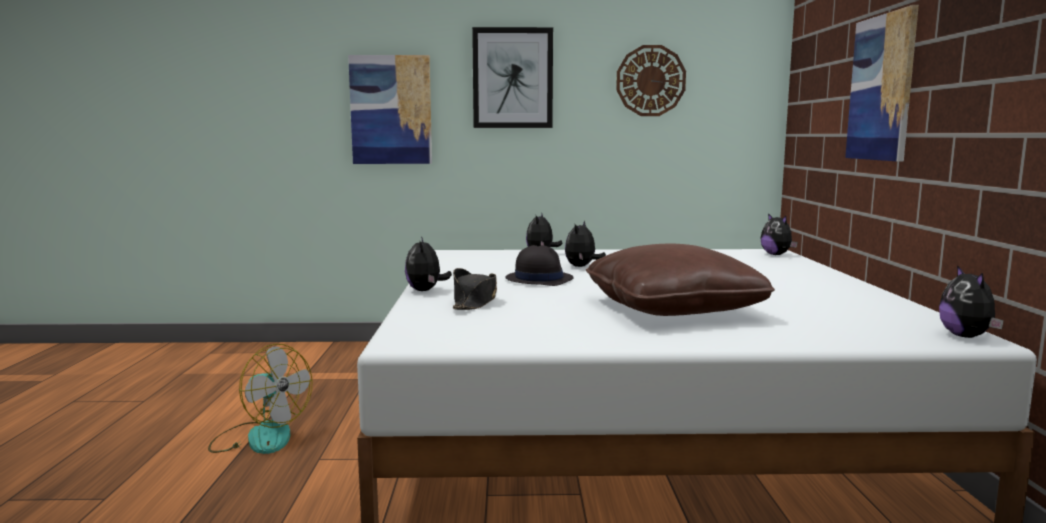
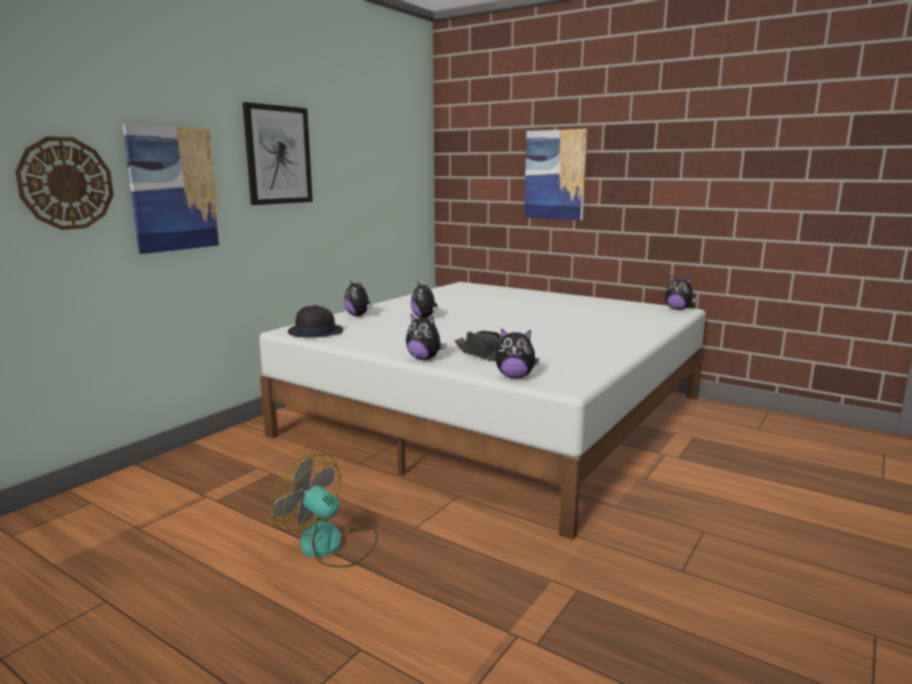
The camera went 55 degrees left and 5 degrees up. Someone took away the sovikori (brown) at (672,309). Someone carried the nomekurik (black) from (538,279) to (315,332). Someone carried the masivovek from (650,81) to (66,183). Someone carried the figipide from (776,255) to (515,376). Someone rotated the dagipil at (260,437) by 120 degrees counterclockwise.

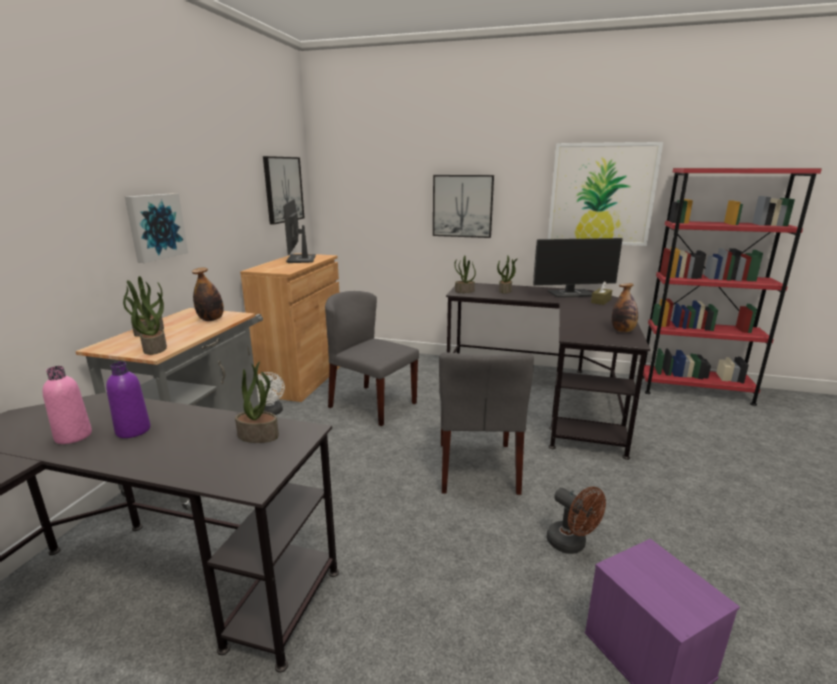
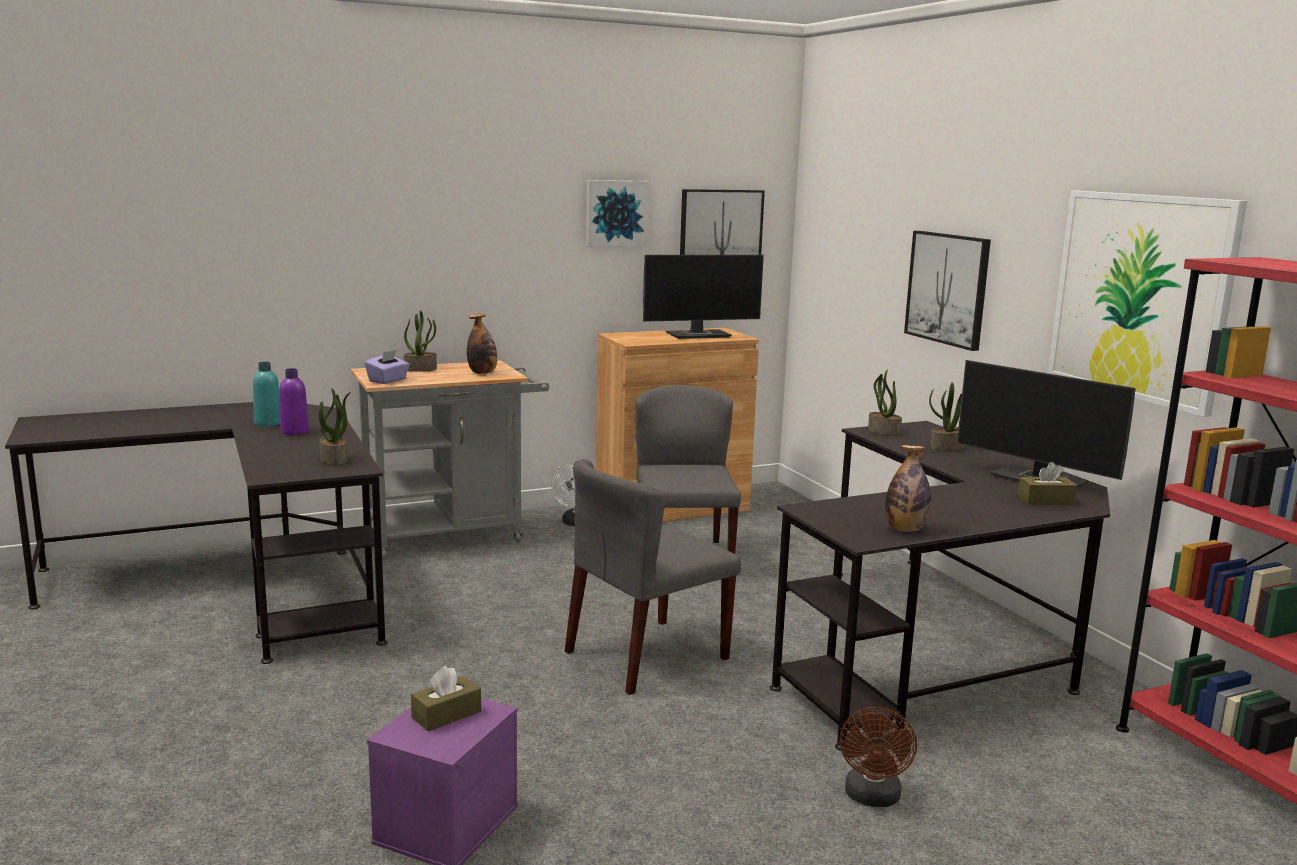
The camera went 50 degrees right and 5 degrees down. Someone put down the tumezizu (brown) at (446,715). Someone carried the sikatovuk from (155,226) to (616,213). Someone carried the dagipil (brown) from (571,544) to (872,798). Someone swapped the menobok at (154,348) for the tumezizu (purple) at (388,380). Someone repainted the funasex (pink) at (73,436), which became the funasex (turquoise) at (268,423). Someone rotated the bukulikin at (301,259) by 150 degrees counterclockwise.

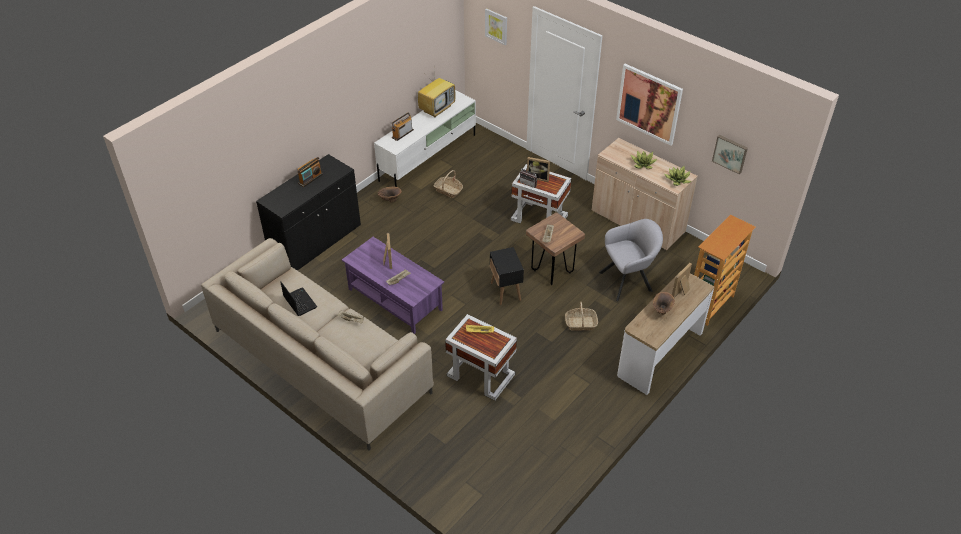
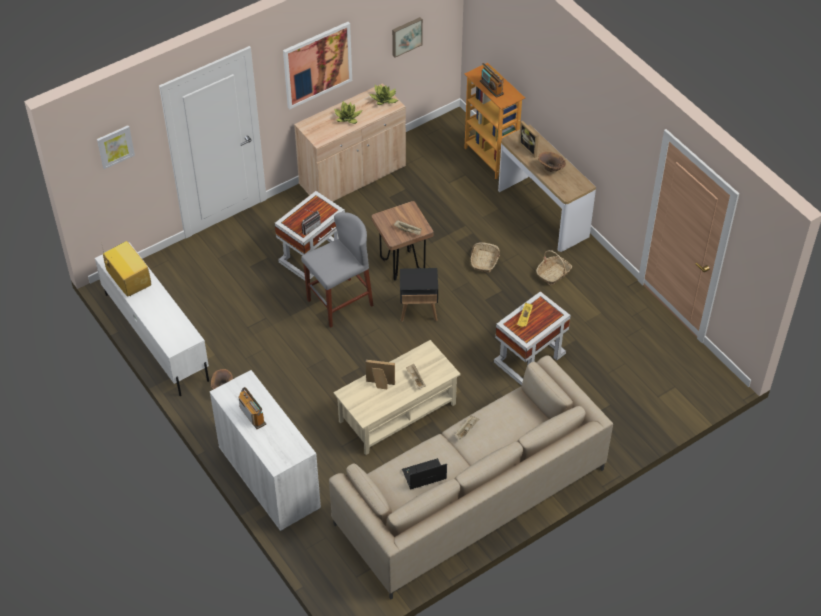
The camera went 75 degrees left and 5 degrees up. Someone took away the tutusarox at (538,177). Someone took away the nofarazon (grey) at (628,281). Someone put down the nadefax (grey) at (340,303). Someone carried the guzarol from (402,134) to (491,88). Someone carried the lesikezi from (448,190) to (553,274). Someone repainted the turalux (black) at (316,241), which became the turalux (white) at (269,478). Someone repainted the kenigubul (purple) at (394,299), which became the kenigubul (beige) at (397,413).

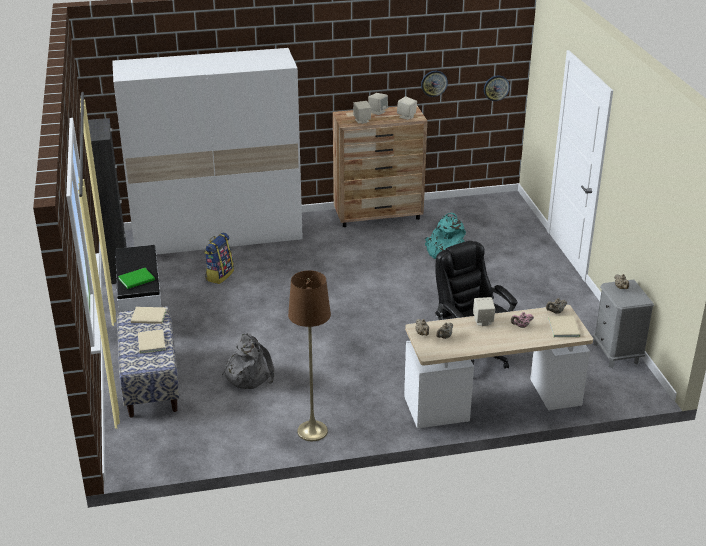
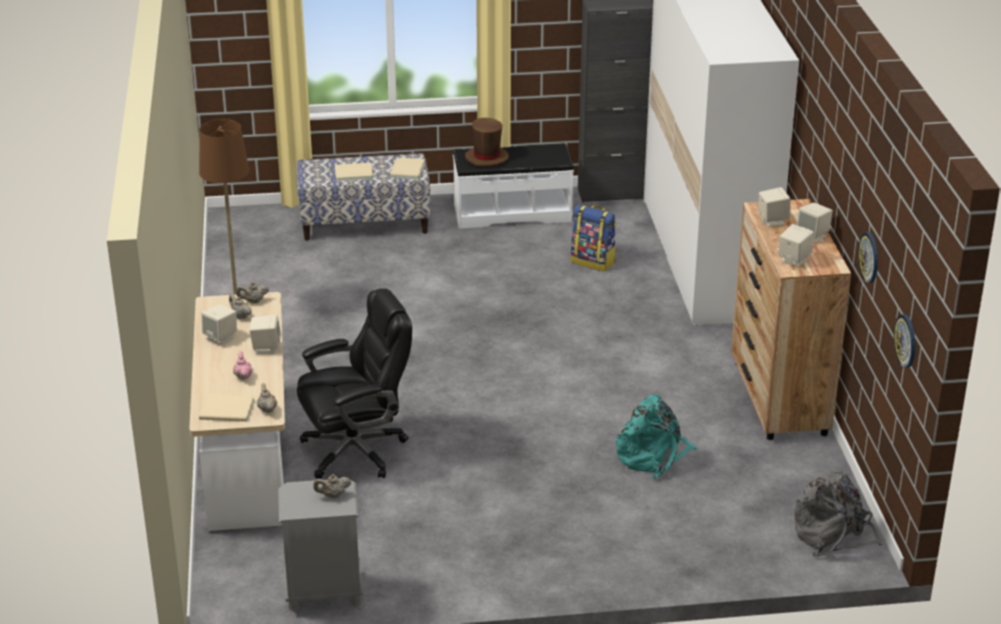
The camera went 95 degrees right and 0 degrees up. Someone put down the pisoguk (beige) at (221,337). Someone carried the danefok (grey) from (248,375) to (833,535). Someone swapped the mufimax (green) at (138,279) for the nomekurik (brown) at (486,158).

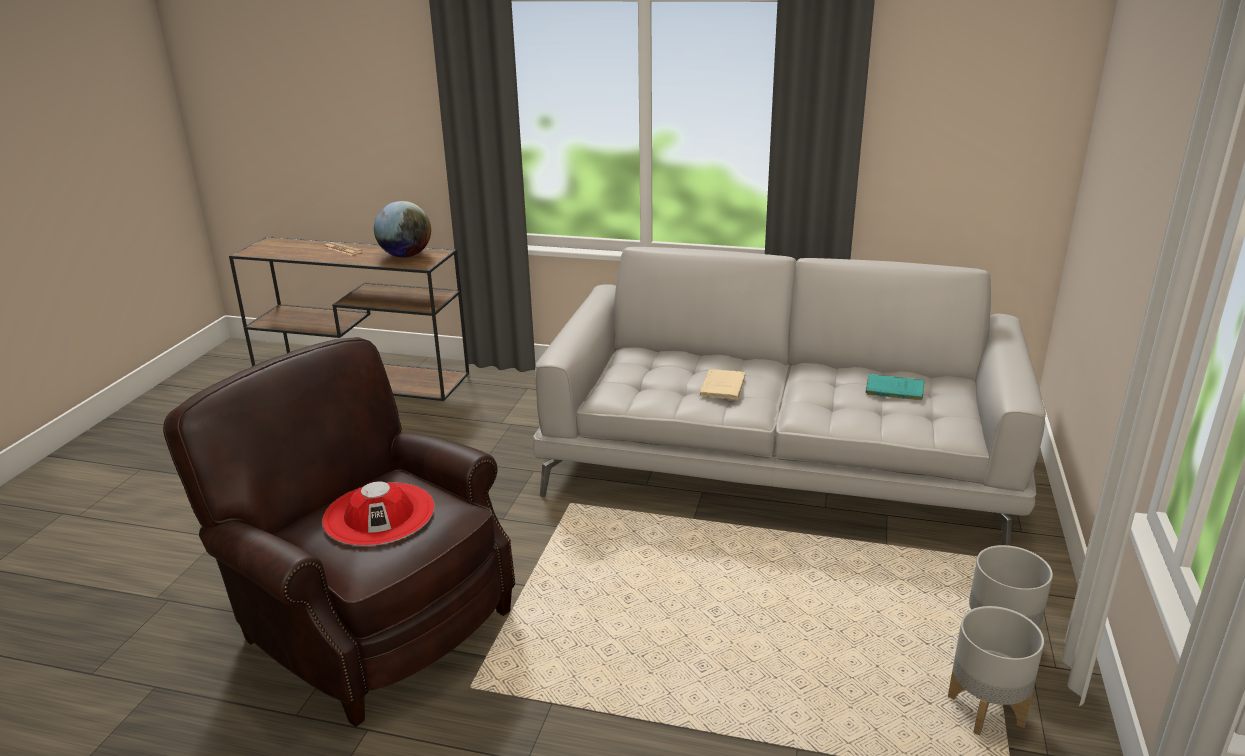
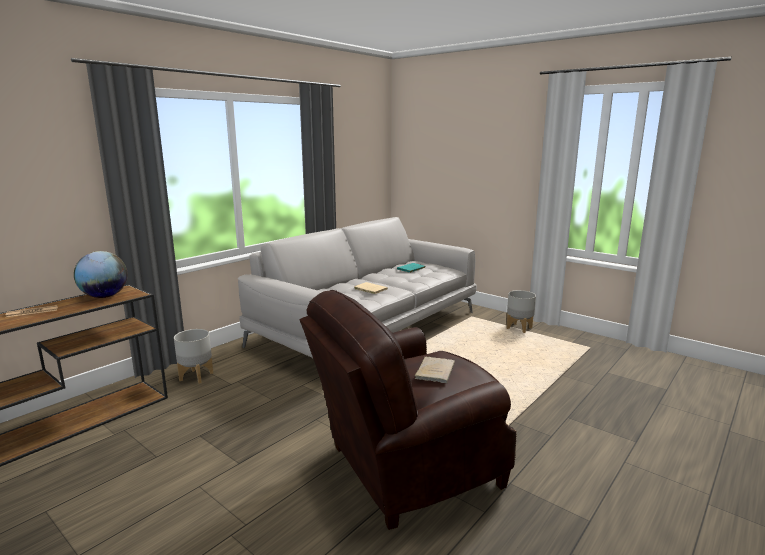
The camera went 65 degrees left and 10 degrees down. Someone carried the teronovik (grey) from (986,710) to (196,376). Someone swapped the nomekurik (red) at (379,514) for the mufimax (beige) at (435,371).

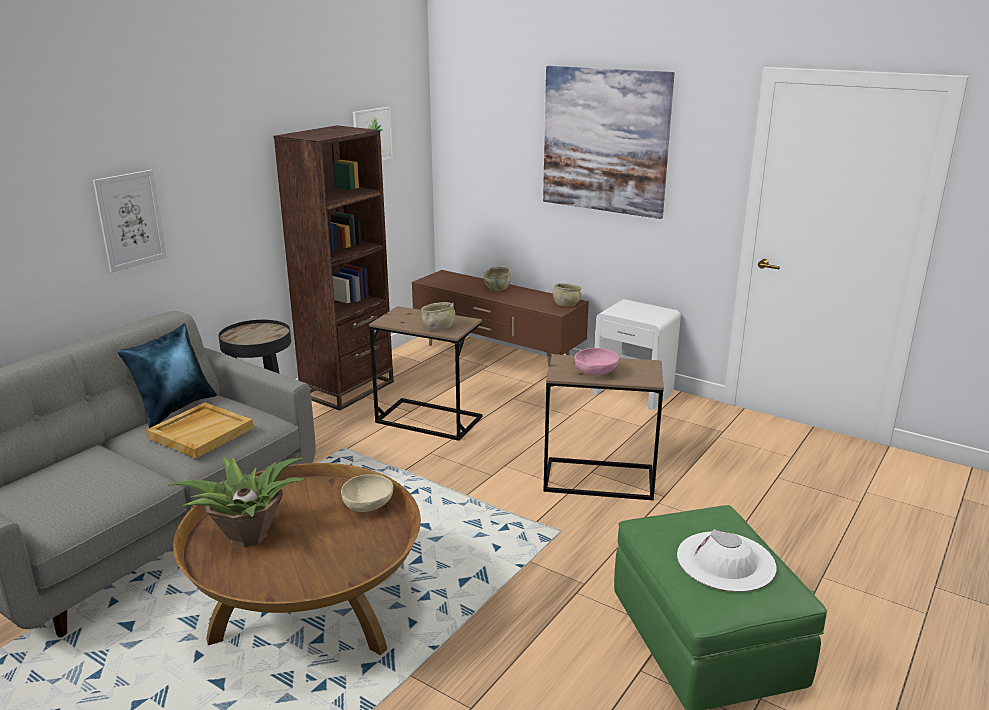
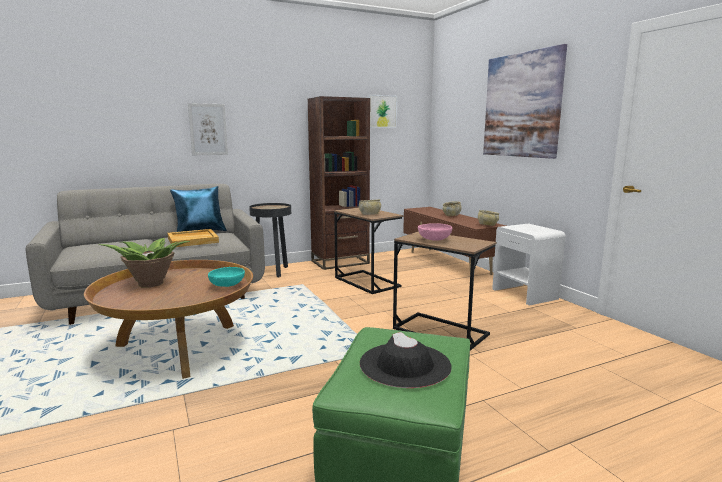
The camera went 30 degrees right and 10 degrees down. Someone repainted the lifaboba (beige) at (368,506), which became the lifaboba (turquoise) at (227,286). Someone repainted the nomekurik (white) at (725,561), which became the nomekurik (black) at (405,365).

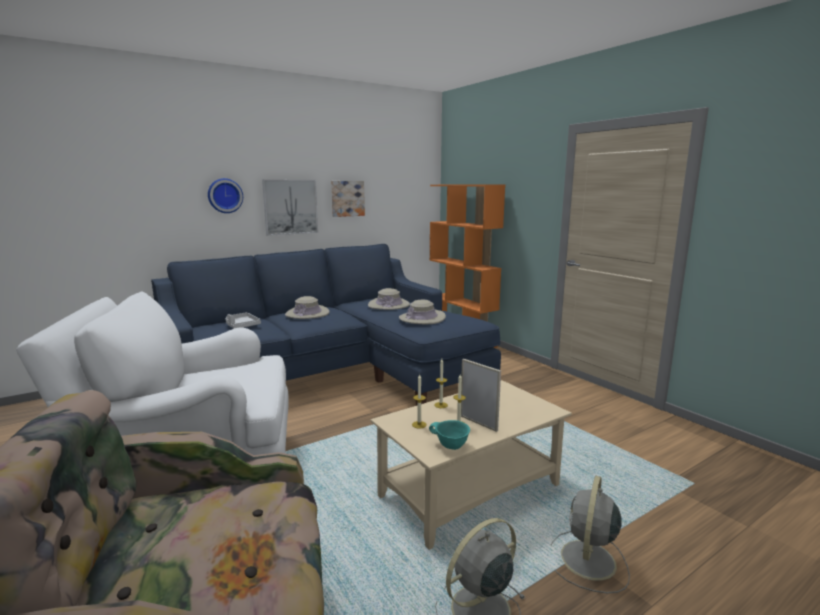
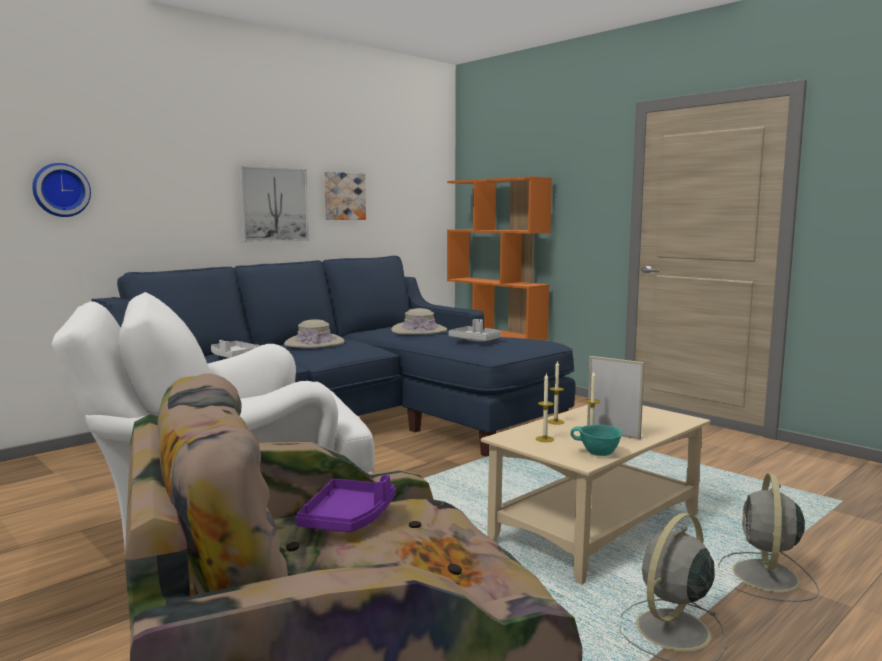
The camera went 10 degrees left and 5 degrees down. Someone put down the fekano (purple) at (349,518). Someone carried the masivovek from (225,195) to (60,190). Someone swapped the nomekurik (beige) at (422,318) for the fekano (grey) at (476,340).

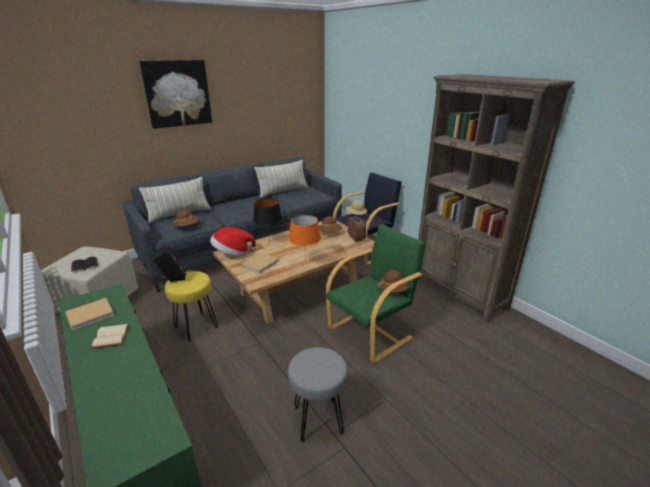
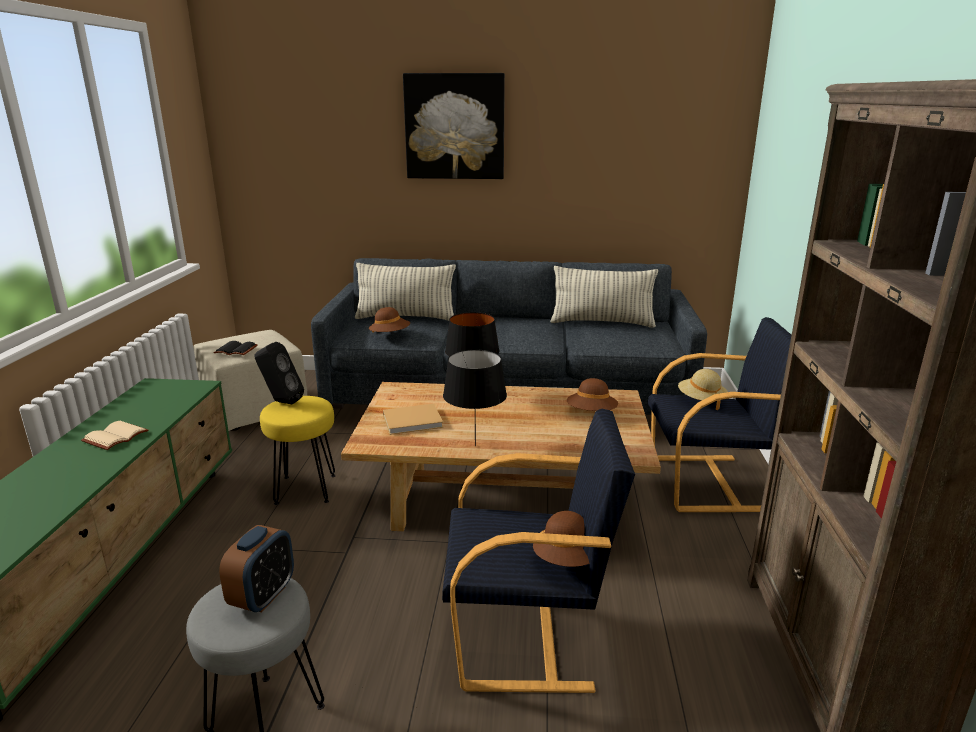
The camera went 40 degrees right and 5 degrees down. Someone took away the mufimax (beige) at (92,314). Someone took away the nomekurik at (232,254). Someone carried the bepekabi from (356,238) to (263,596). Someone repainted the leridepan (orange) at (305,263), which became the leridepan (black) at (475,446). Someone repainted the nofarazon (green) at (371,332), which became the nofarazon (black) at (528,635).

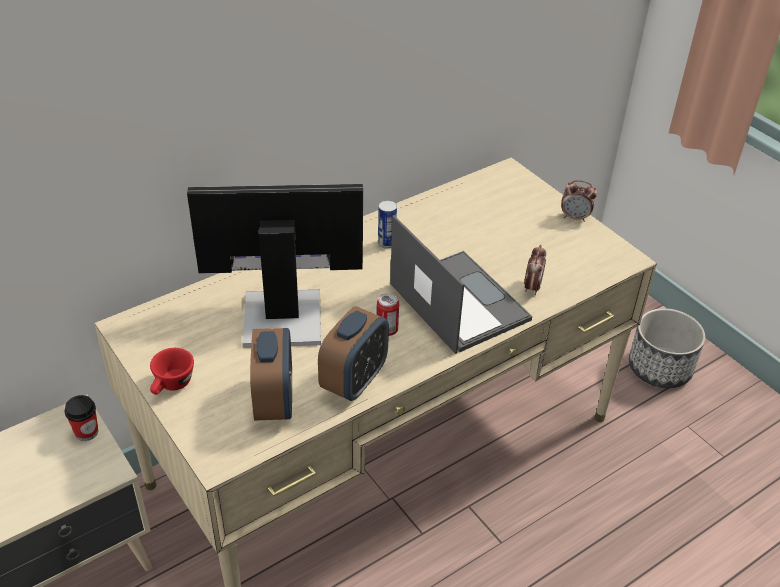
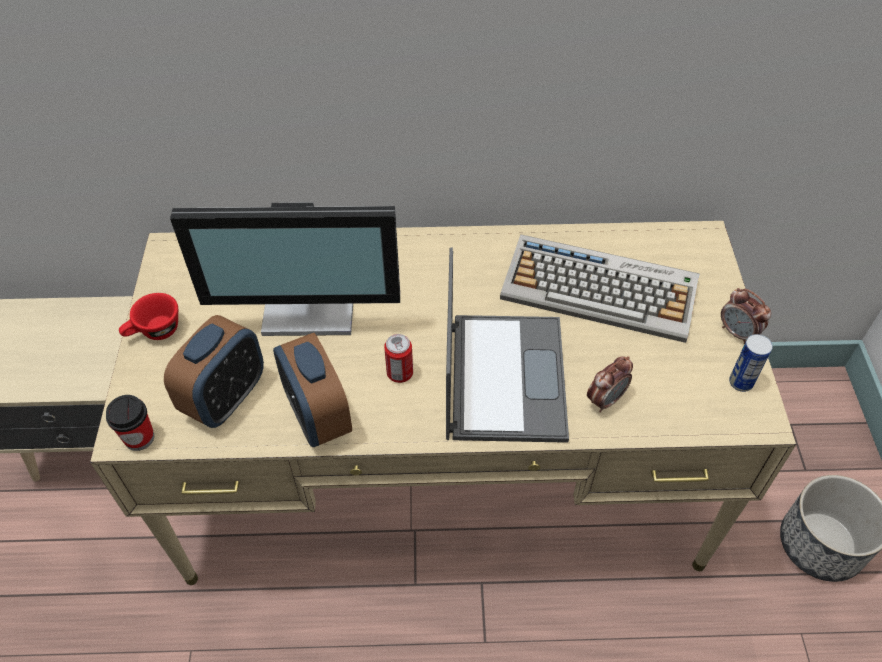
The camera went 35 degrees right and 10 degrees up. Someone put down the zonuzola at (601,289). Someone carried the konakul from (86,432) to (139,438). Someone carried the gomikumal from (386,243) to (741,382). Someone rotated the bukulikin at (281,316) by 150 degrees clockwise. Someone rotated the bepekabi at (354,381) by 90 degrees clockwise.

